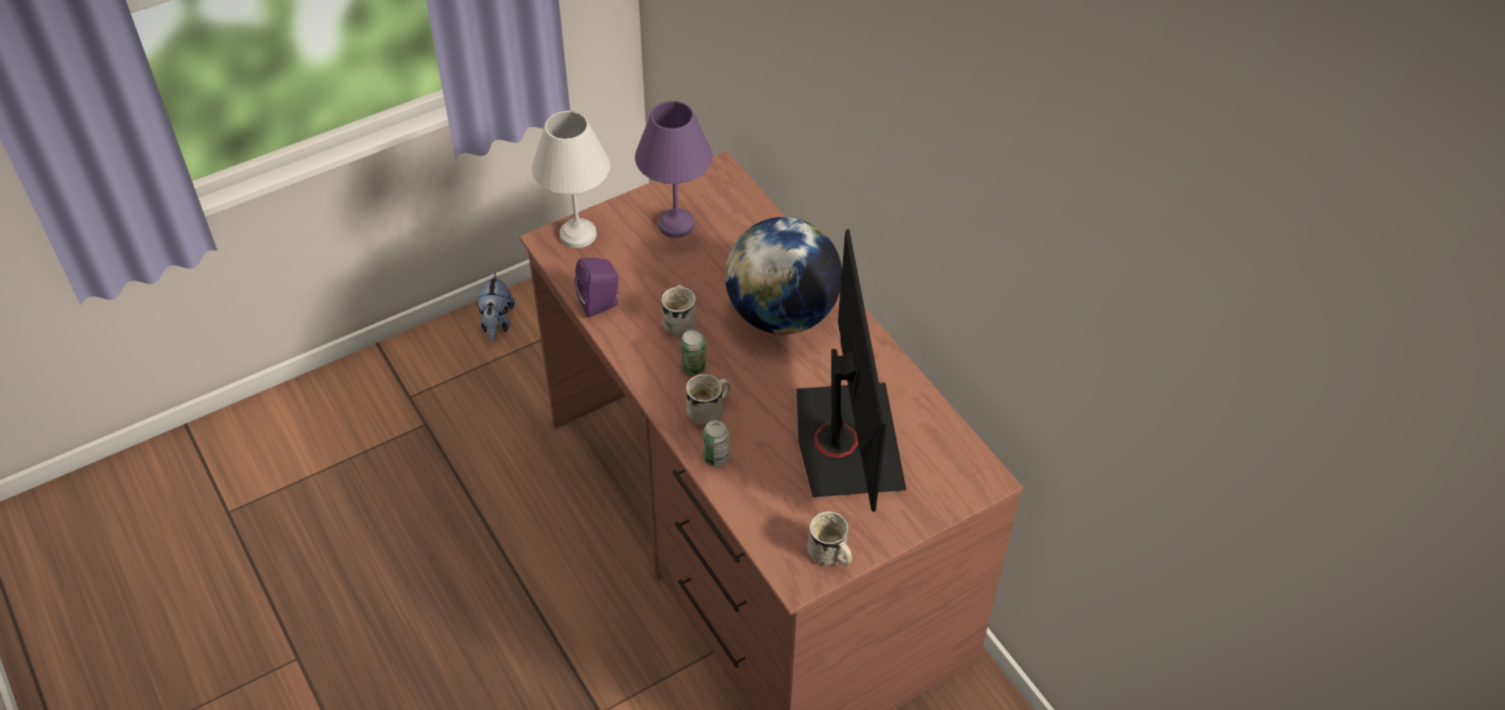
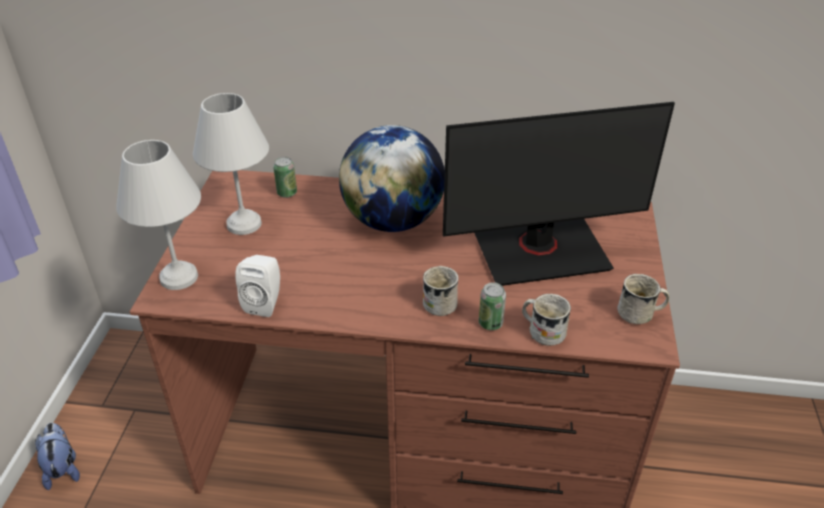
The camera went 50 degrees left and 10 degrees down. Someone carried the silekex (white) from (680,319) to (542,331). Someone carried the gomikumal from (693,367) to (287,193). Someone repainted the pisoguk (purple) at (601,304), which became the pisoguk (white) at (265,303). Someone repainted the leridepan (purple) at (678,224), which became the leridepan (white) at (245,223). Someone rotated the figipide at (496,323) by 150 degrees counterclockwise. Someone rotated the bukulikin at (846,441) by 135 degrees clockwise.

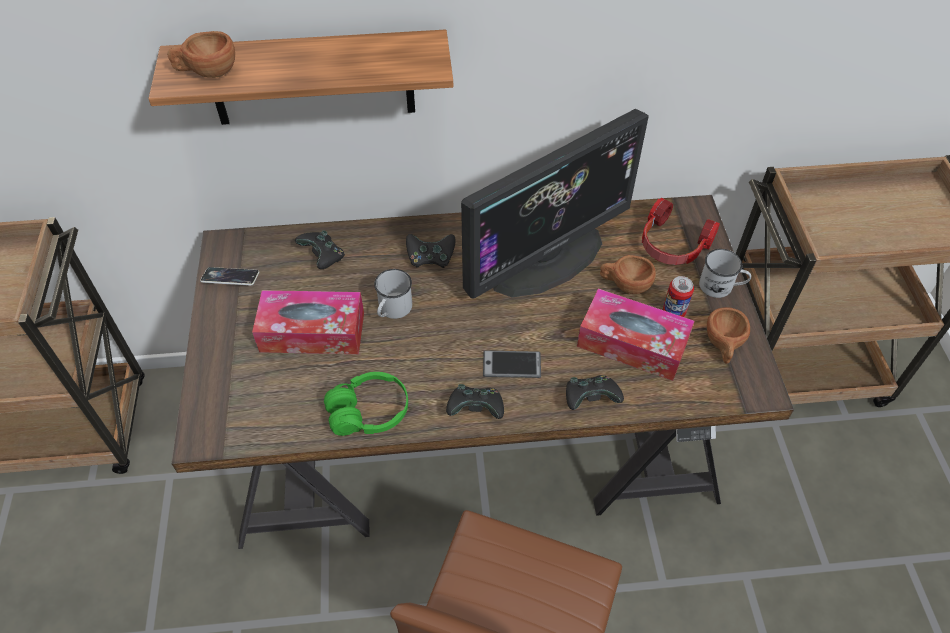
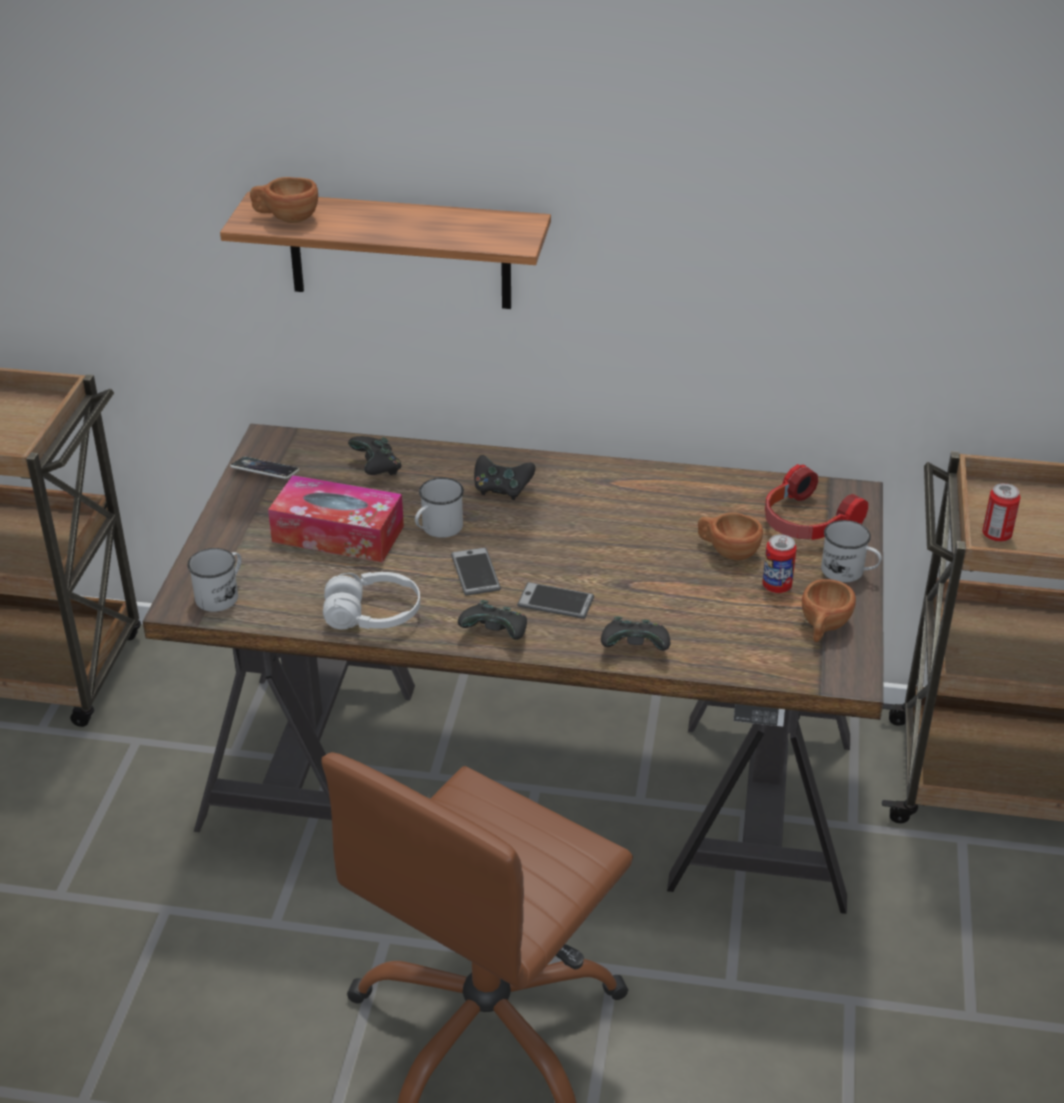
The camera went 15 degrees right and 15 degrees down. Someone took away the bukulikin at (547,258). Someone took away the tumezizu at (632,344). Someone put down the silekex (white) at (222,595). Someone put down the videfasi at (475,572). Someone put down the gomikumal at (996,535). Someone repainted the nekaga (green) at (369,412), which became the nekaga (white) at (373,615).

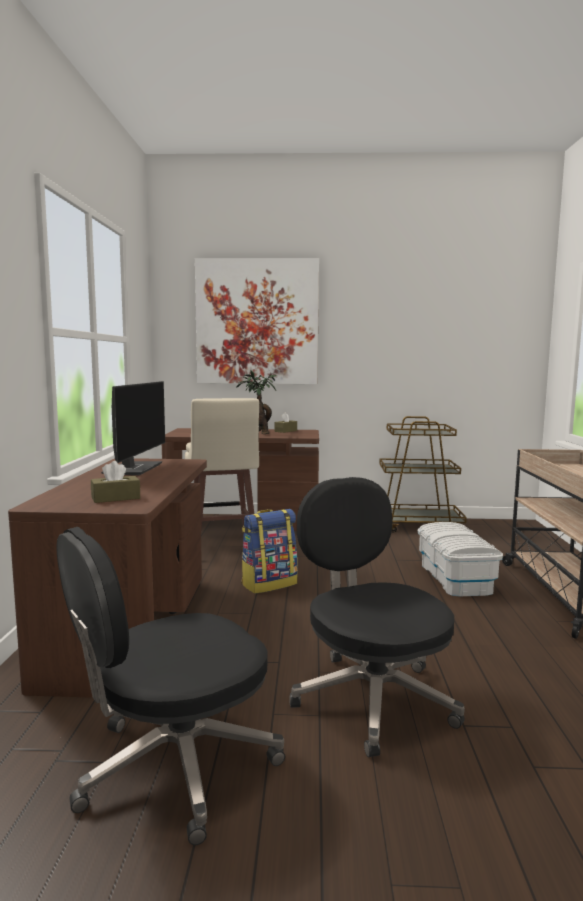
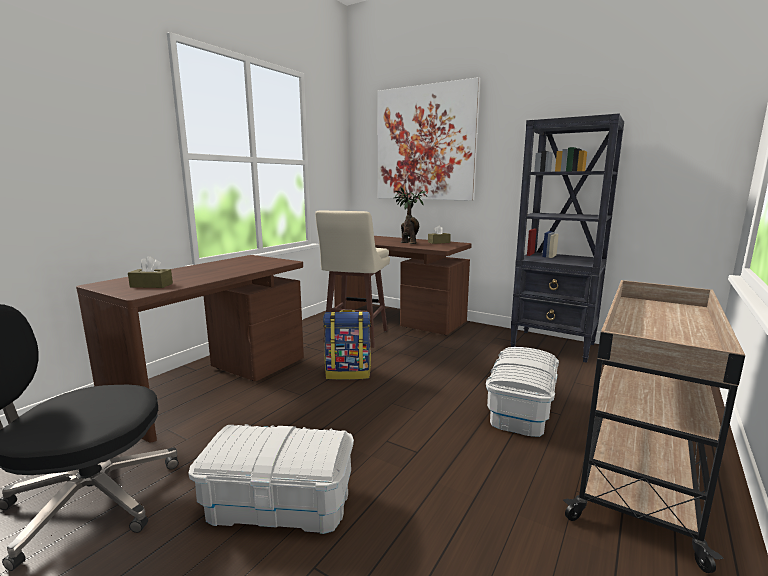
The camera went 30 degrees right and 5 degrees up. Someone took away the bukulikin at (133,469). Someone swapped the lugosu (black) at (371,697) for the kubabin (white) at (280,502). Someone swapped the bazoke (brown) at (416,525) for the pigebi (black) at (553,346).

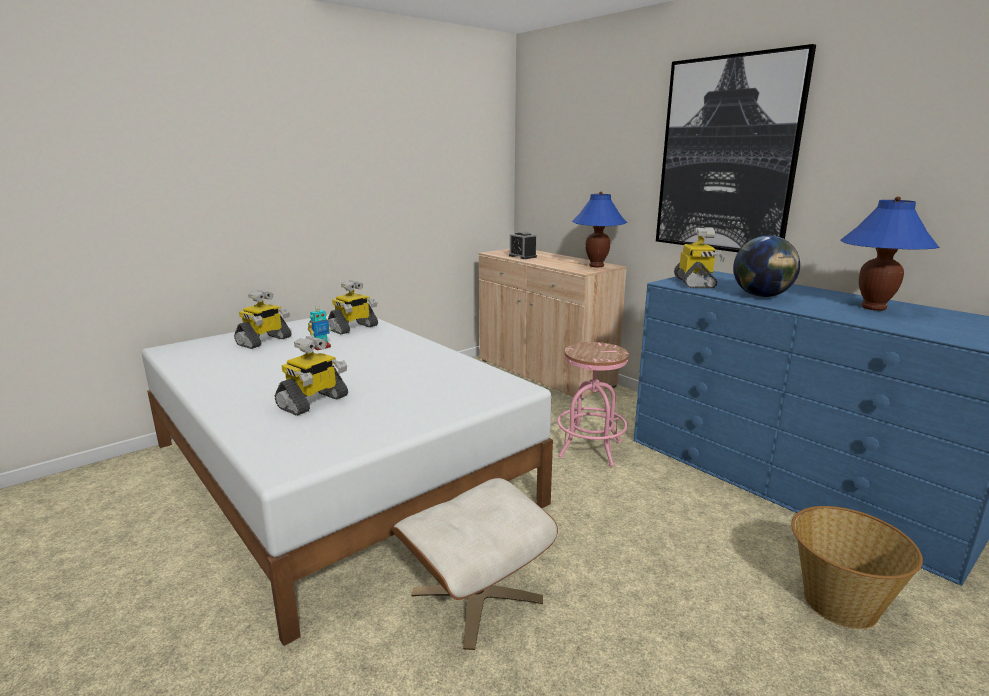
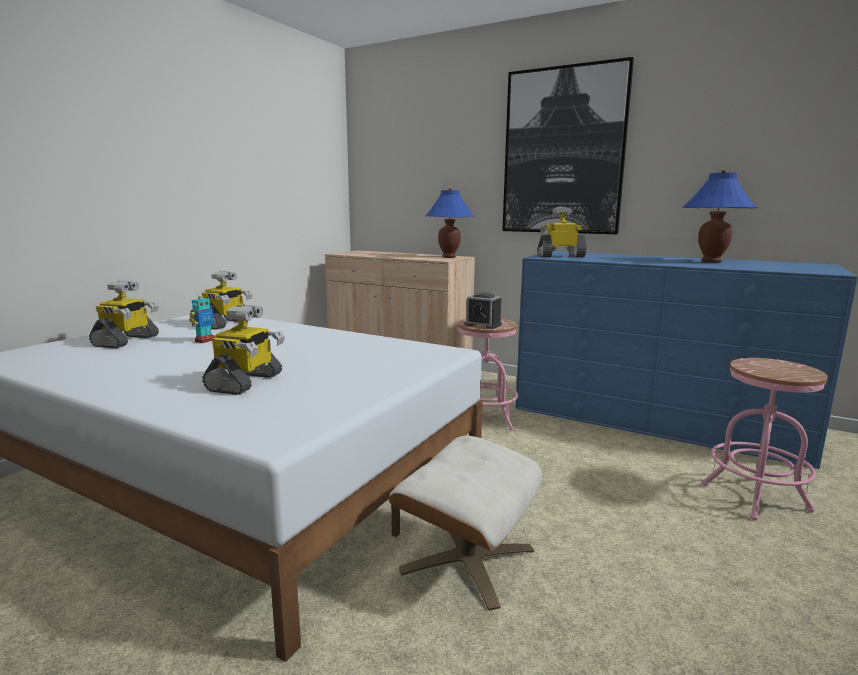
The camera went 20 degrees left and 5 degrees down. Someone took away the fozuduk at (761,296). Someone carried the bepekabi from (522,256) to (483,325). Someone swapped the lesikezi at (838,602) for the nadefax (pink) at (755,497). Someone rotated the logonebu at (695,283) by 75 degrees counterclockwise.

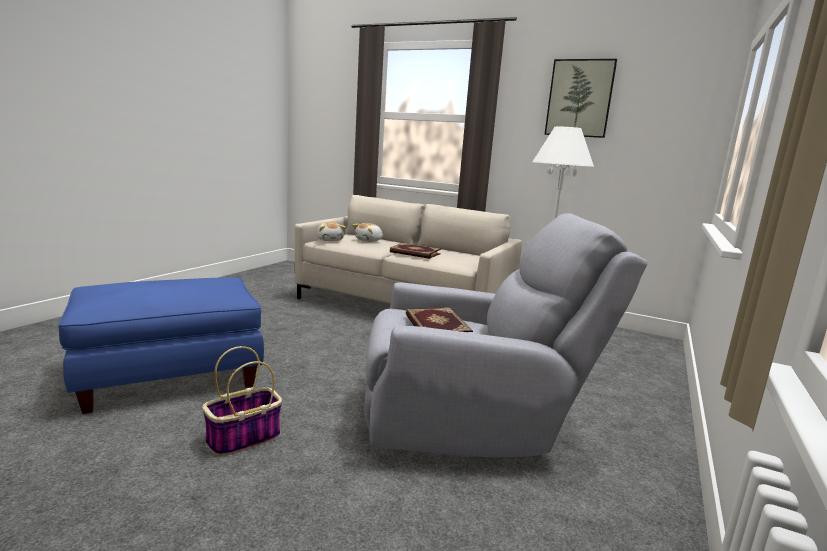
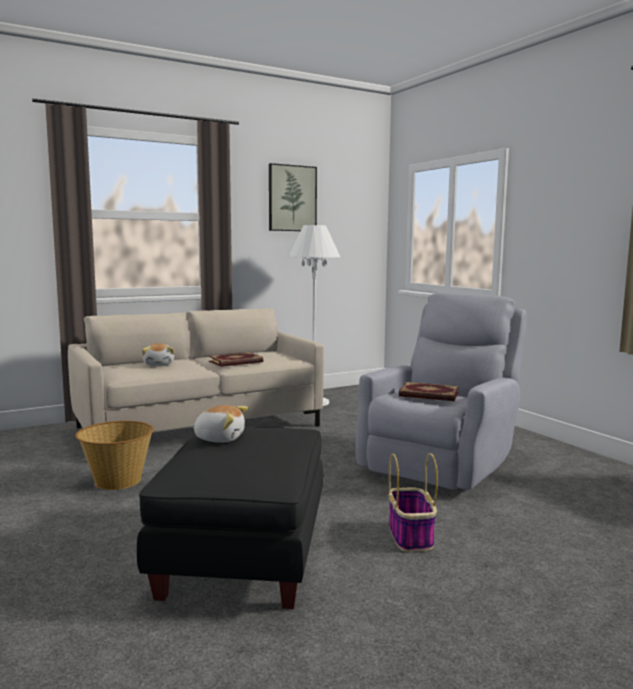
The camera went 55 degrees left and 5 degrees down. Someone put down the lesikezi at (117,481). Someone carried the figipide from (330,240) to (219,438). Someone repainted the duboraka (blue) at (171,375), which became the duboraka (black) at (243,553).

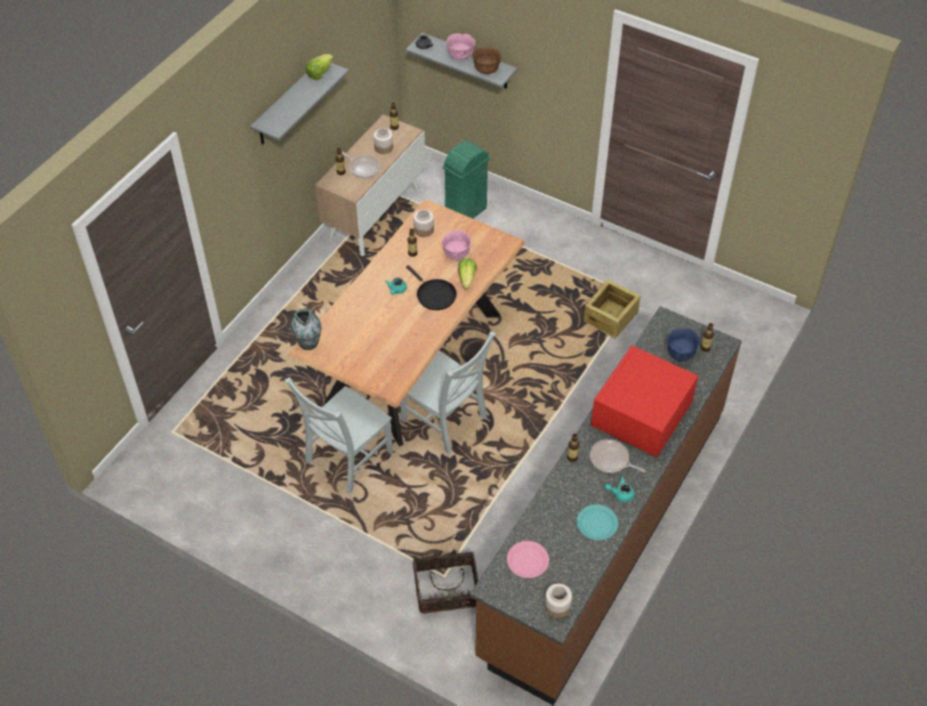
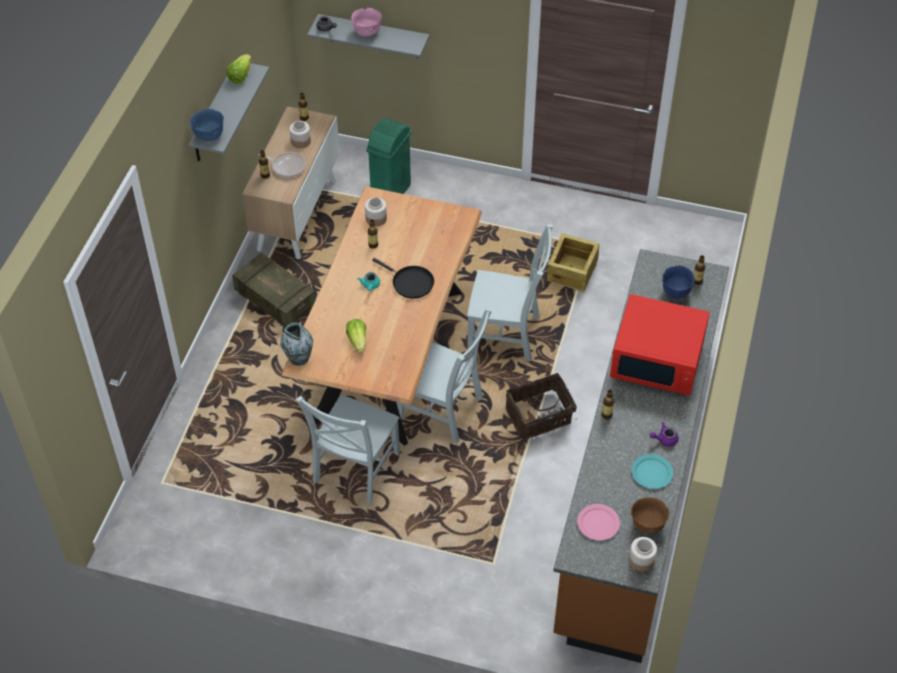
The camera went 15 degrees left and 0 degrees up. Someone took away the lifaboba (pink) at (456,254). Someone took away the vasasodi at (611,460). Someone put down the lifaboba (blue) at (209,136). Someone put down the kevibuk at (275,299). Someone put down the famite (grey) at (507,335). Someone carried the lesikezi from (446,592) to (539,417). Someone carried the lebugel from (467,279) to (358,341). Someone carried the lifaboba (brown) from (486,70) to (647,525). Someone repainted the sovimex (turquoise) at (620,494), which became the sovimex (purple) at (664,439). Someone rotated the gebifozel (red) at (640,415) by 90 degrees counterclockwise.

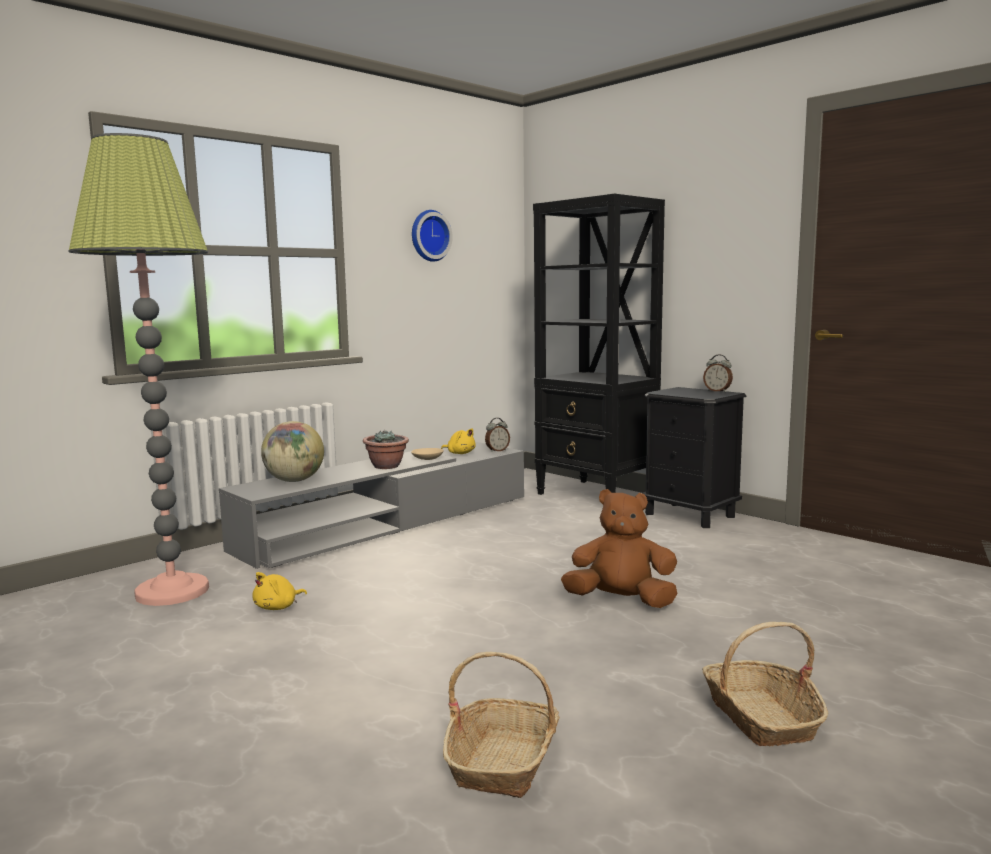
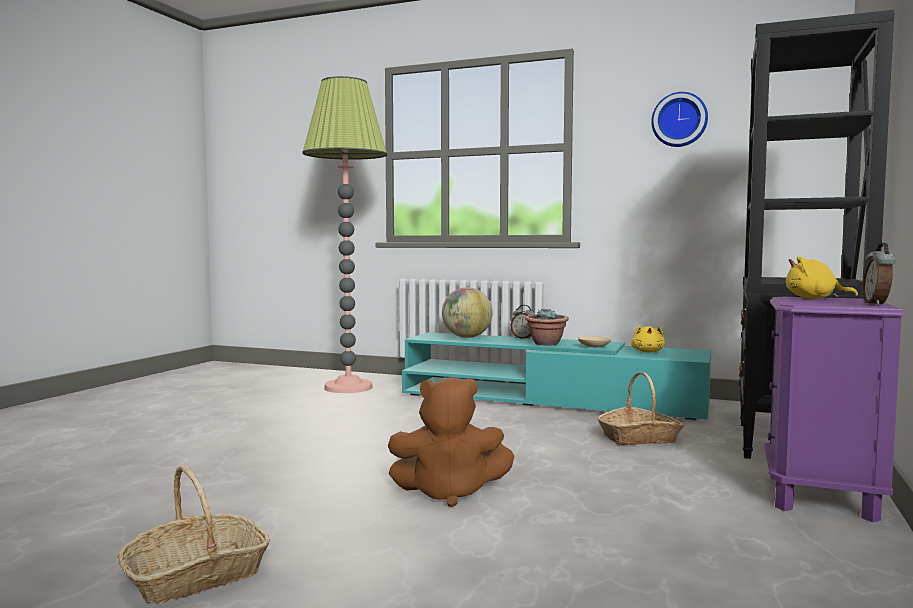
The camera went 65 degrees right and 5 degrees down. Someone carried the figipide (yellow) from (278,607) to (814,298). Someone carried the lesikezi from (503,760) to (639,438). Someone carried the bepekabi from (497,451) to (523,338). Someone repainted the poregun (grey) at (389,523), which became the poregun (turquoise) at (549,400). Someone repainted the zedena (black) at (690,515), which became the zedena (purple) at (821,495). Someone rotated the figipide (brown) at (621,601) by 105 degrees clockwise.

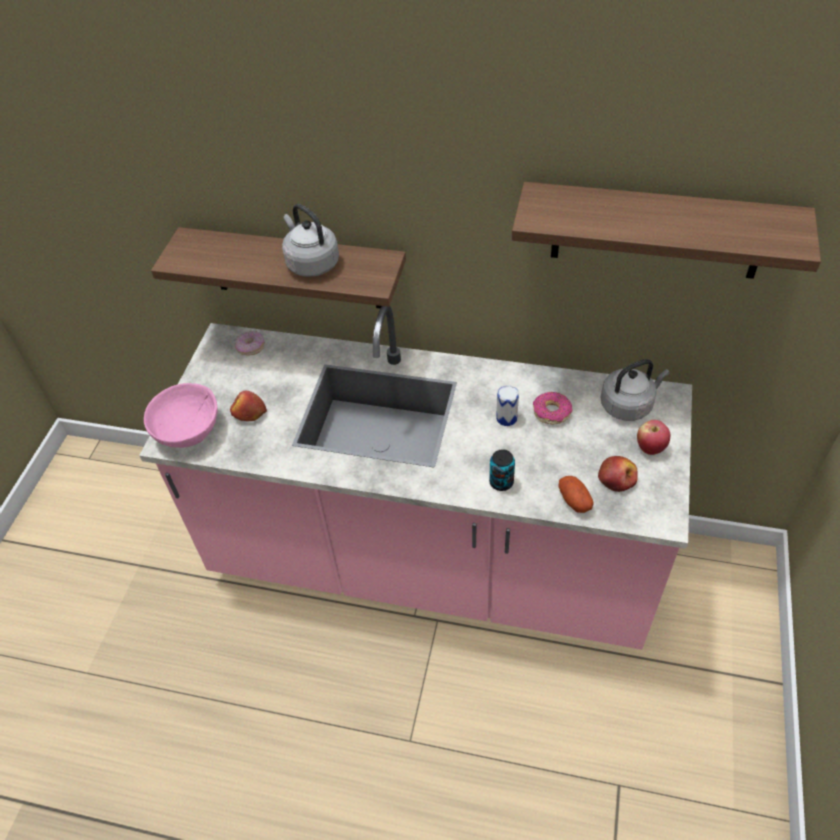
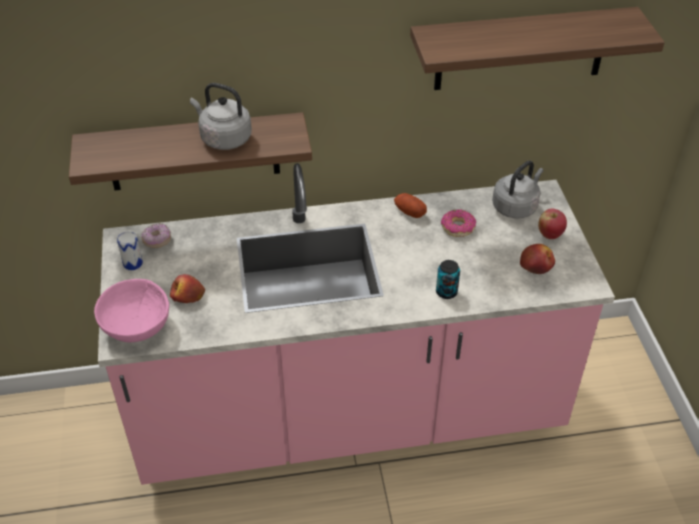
The camera went 25 degrees left and 5 degrees down. Someone carried the gomikumal from (506,418) to (133,263). Someone carried the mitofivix from (574,500) to (409,212).

